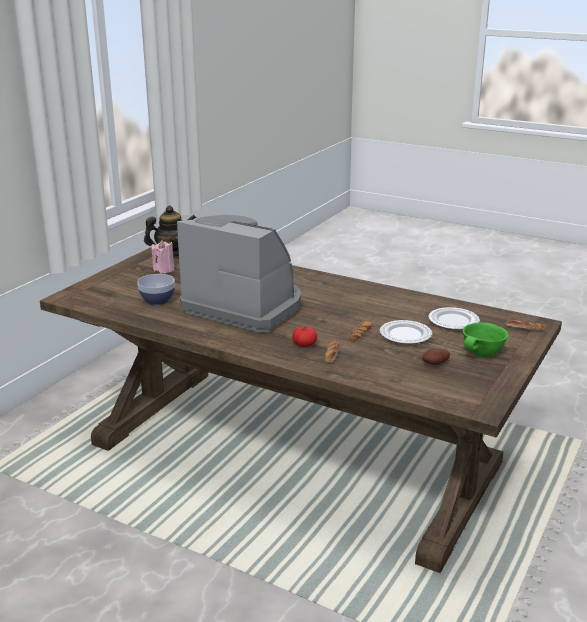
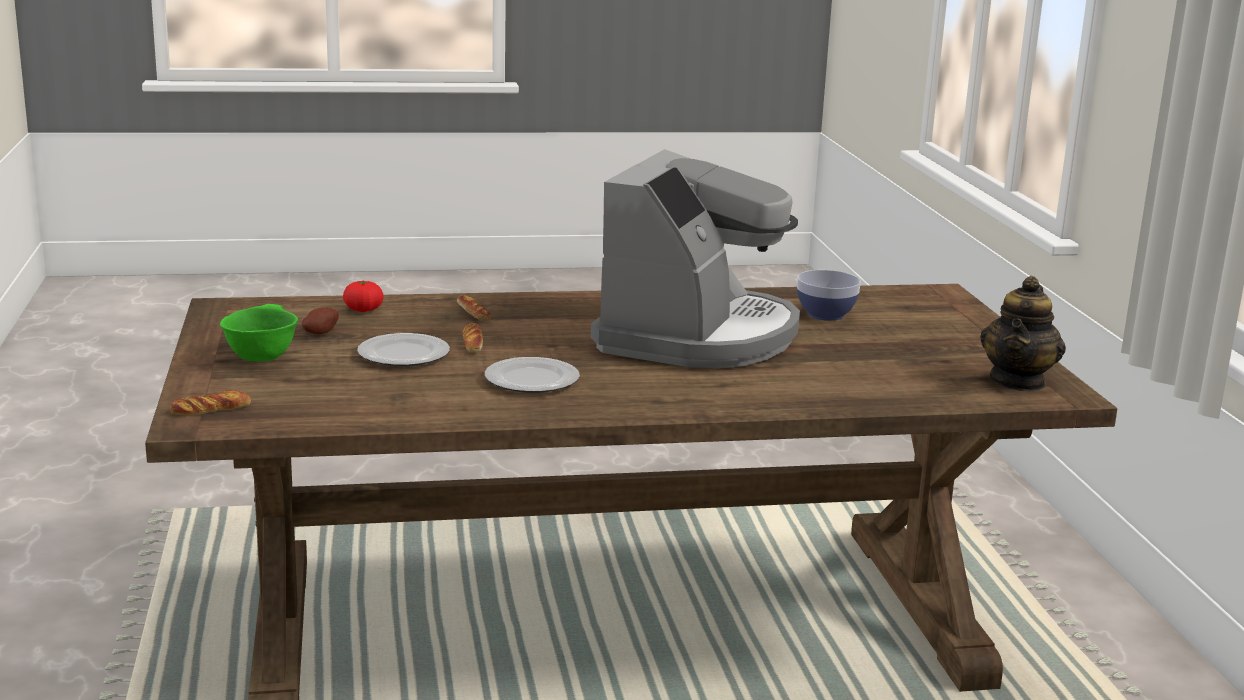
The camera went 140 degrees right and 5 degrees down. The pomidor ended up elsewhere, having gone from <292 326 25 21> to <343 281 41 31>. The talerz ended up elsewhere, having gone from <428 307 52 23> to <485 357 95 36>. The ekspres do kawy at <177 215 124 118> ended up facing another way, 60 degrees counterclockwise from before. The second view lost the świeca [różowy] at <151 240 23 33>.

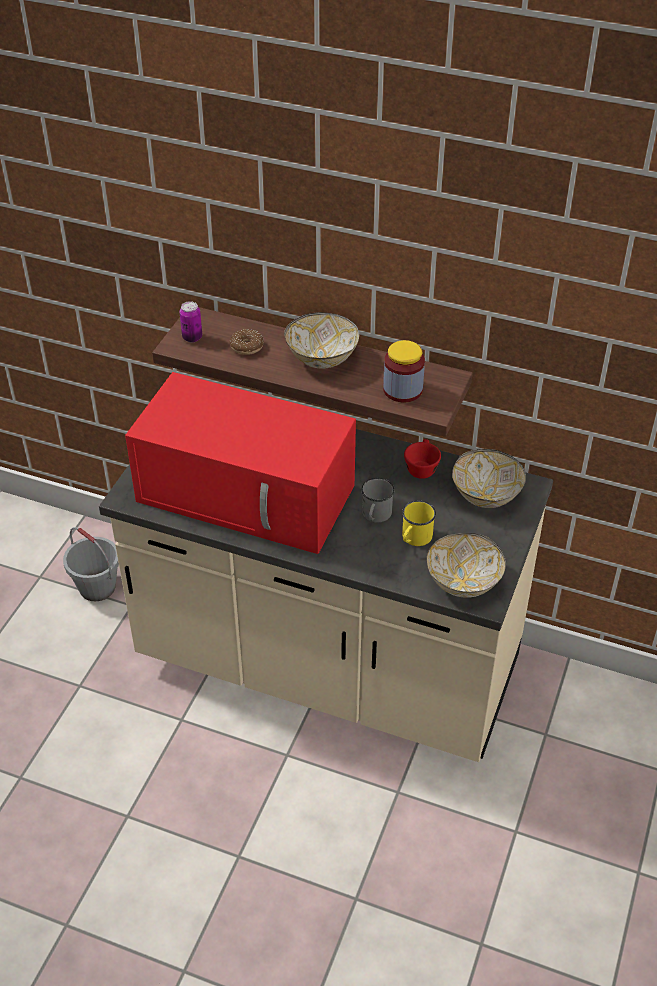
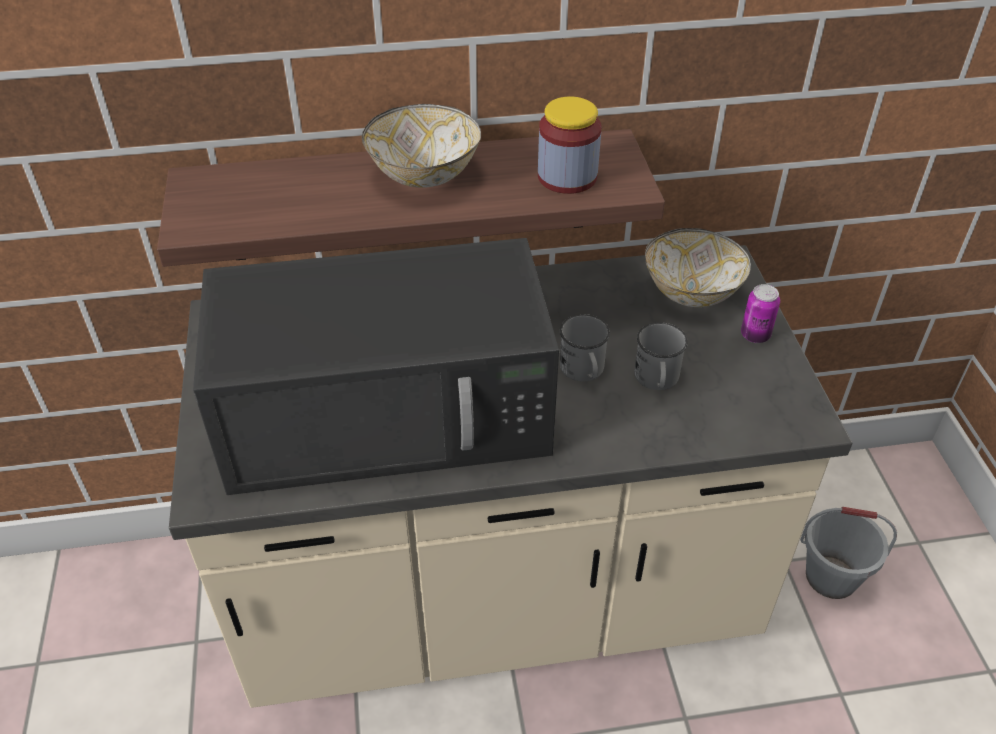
The camera went 30 degrees left and 0 degrees up. What was the mikrofalówka [czerwony] at <125 372 231 182> turned into the mikrofalówka [czarny] at <193 238 366 257>. What was the kubek [żółty] at <402 501 34 45> turned into the kubek [szary] at <634 322 54 68>. The puszka ended up elsewhere, having gone from <180 301 22 41> to <741 284 39 59>. The wiadro [szary] ended up elsewhere, having gone from <63 527 56 74> to <800 507 97 92>. The second view lost the donut at <230 329 34 26>. The second view lost the filiżanka [czerwony] at <404 439 37 40>. The second view lost the miska at <427 533 79 65>.

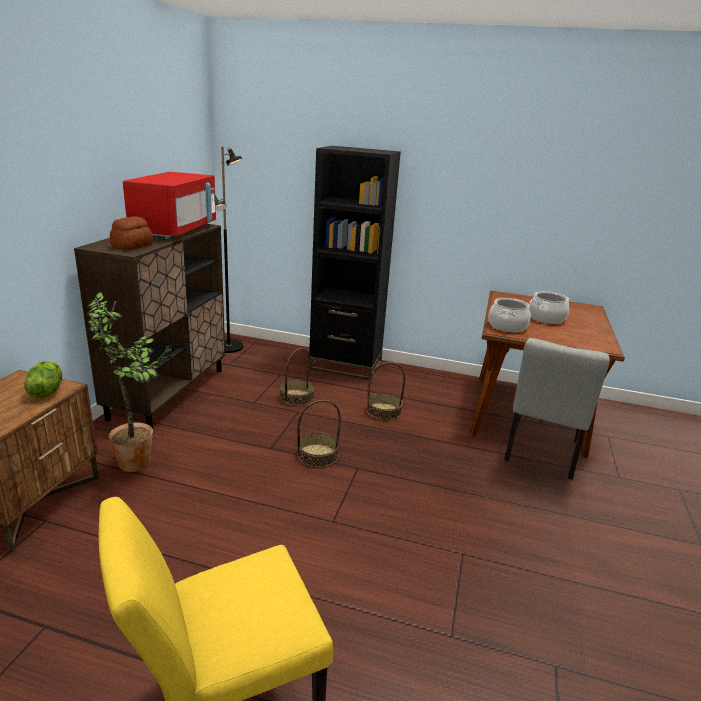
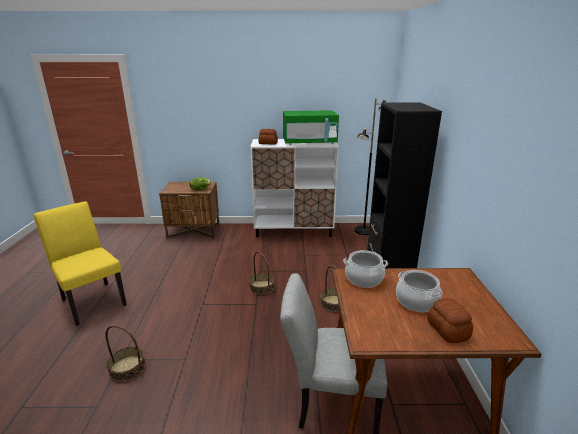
The camera went 75 degrees right and 0 degrees up. The koszyk ended up elsewhere, having gone from <280 348 34 58> to <105 325 41 57>. What was the szafka [brązowy] at <74 224 151 205> turned into the szafka [biały] at <250 139 89 98>. What was the mikrofalówka [czerwony] at <123 172 93 67> turned into the mikrofalówka [zielony] at <283 111 56 34>. The second view gained the chleb at <427 298 46 45>. The second view lost the roślina doniczkowa at <85 291 92 181>.

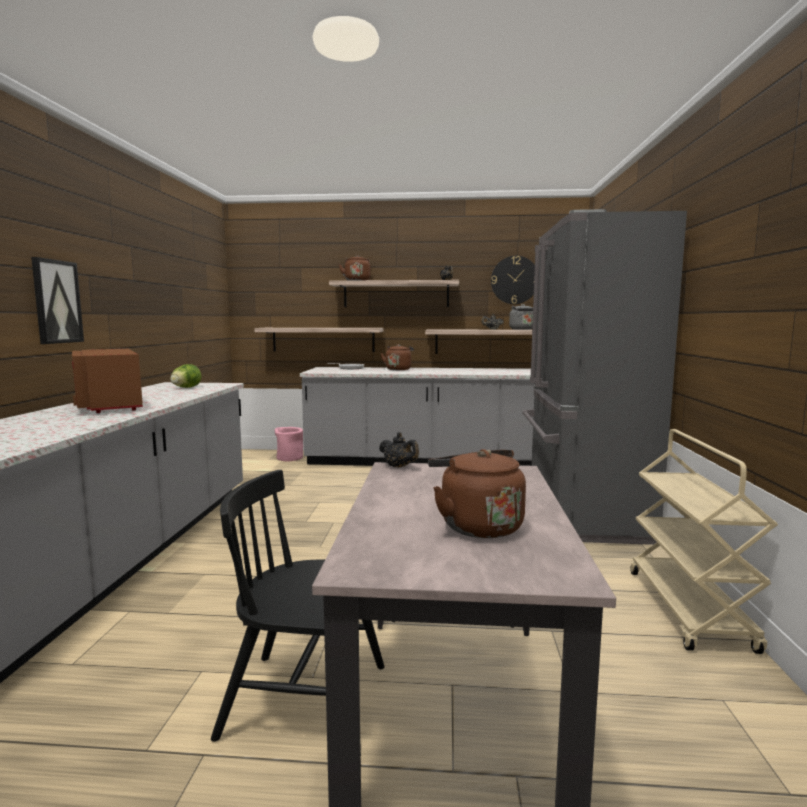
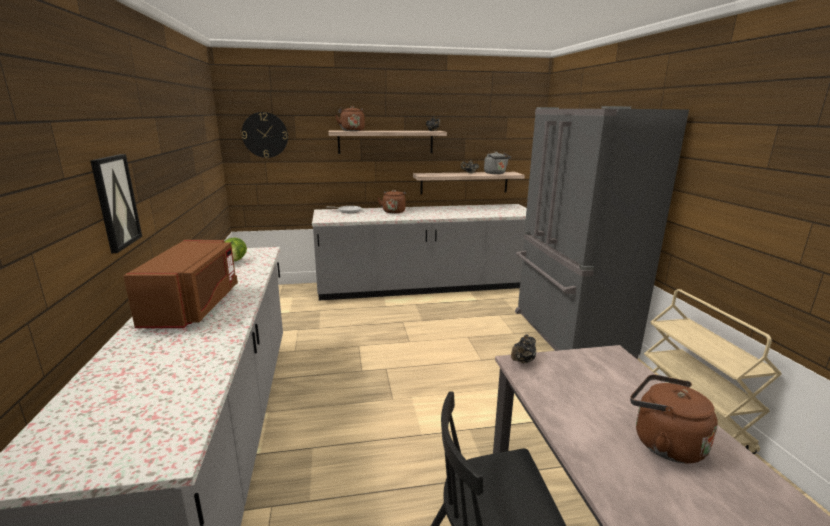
The camera went 15 degrees left and 10 degrees up. The mikrofalówka [brązowy] at <72 349 71 64> ended up facing another way, 135 degrees counterclockwise from before. The zegar ścienny ended up elsewhere, having gone from <491 256 44 48> to <242 112 46 46>. The imbryk [czarny] at <379 432 40 36> ended up facing another way, 105 degrees clockwise from before. The second view lost the półka at <254 328 129 24>. The second view lost the donica [różowy] at <274 427 29 35>.

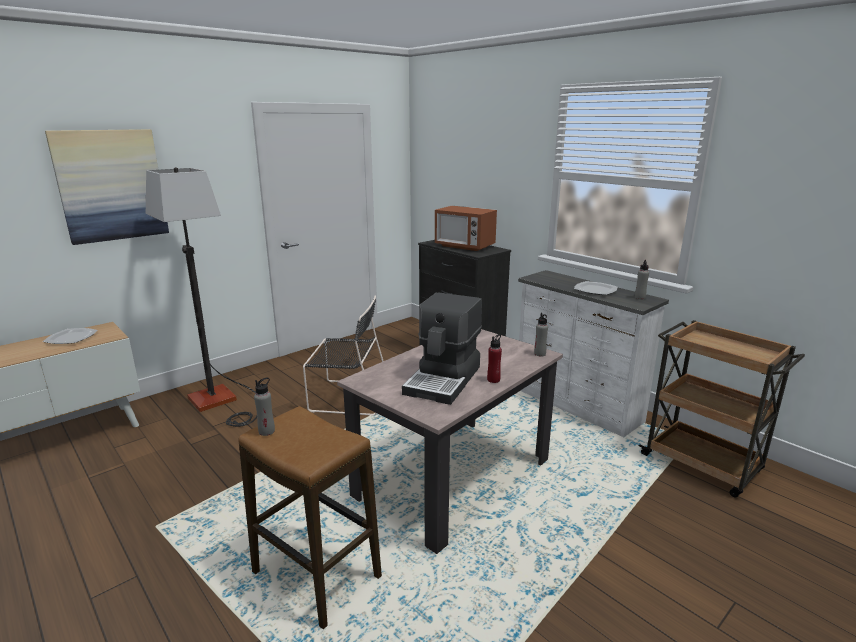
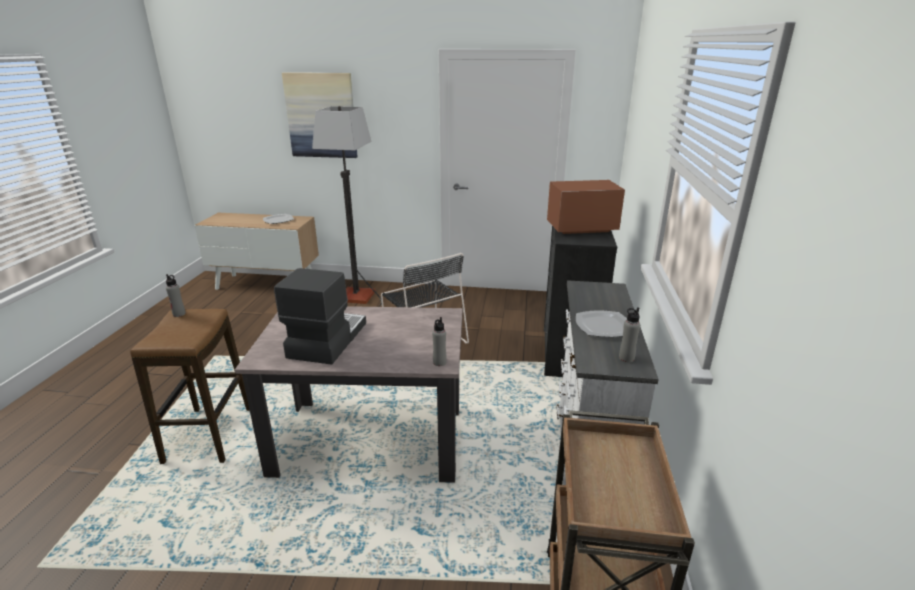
The camera went 50 degrees right and 5 degrees up. The ekspres do kawy at <402 292 80 113> ended up facing another way, 120 degrees clockwise from before. The mikrofalówka at <435 206 62 45> ended up facing another way, 90 degrees clockwise from before. The second view lost the butelka [czerwony] at <487 334 15 49>.

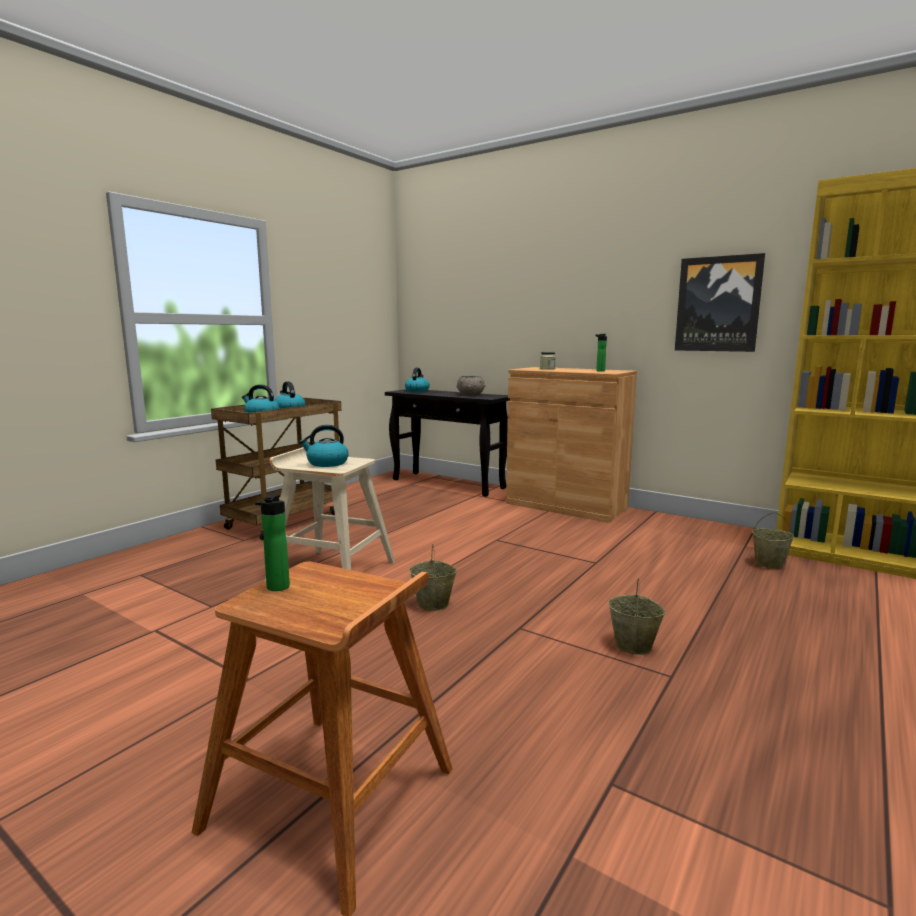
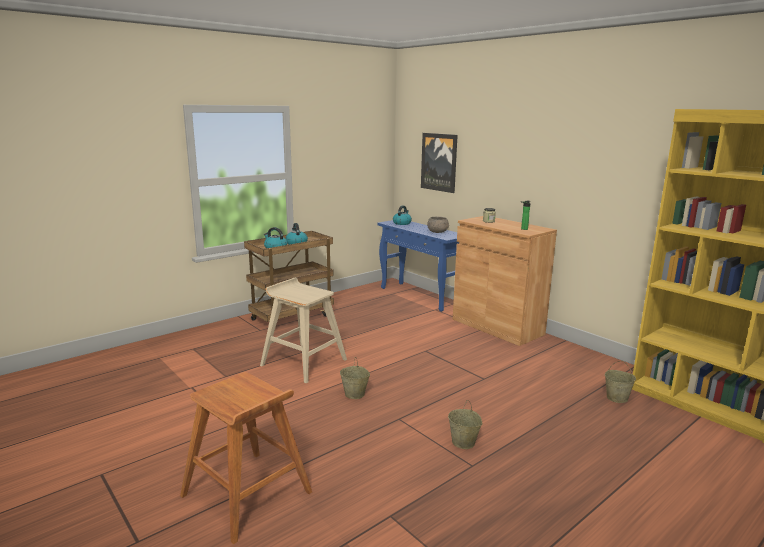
The camera went 15 degrees right and 5 degrees up. What was the stolik konsolowy [czarny] at <385 389 125 108> turned into the stolik konsolowy [niebieski] at <377 220 82 92>. The obraz ended up elsewhere, having gone from <675 253 90 99> to <421 133 37 60>. The second view lost the butelka at <255 492 35 99>. The second view lost the czajnik at <299 425 50 42>.

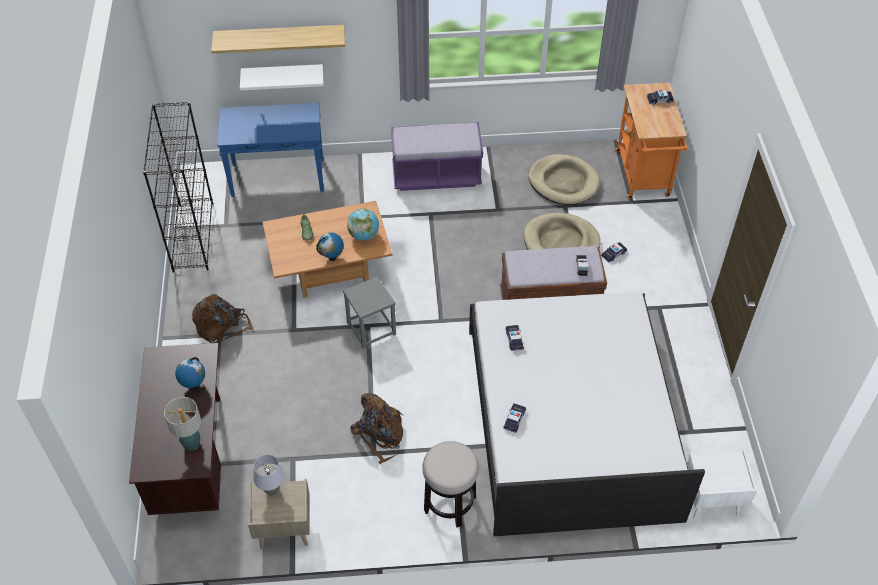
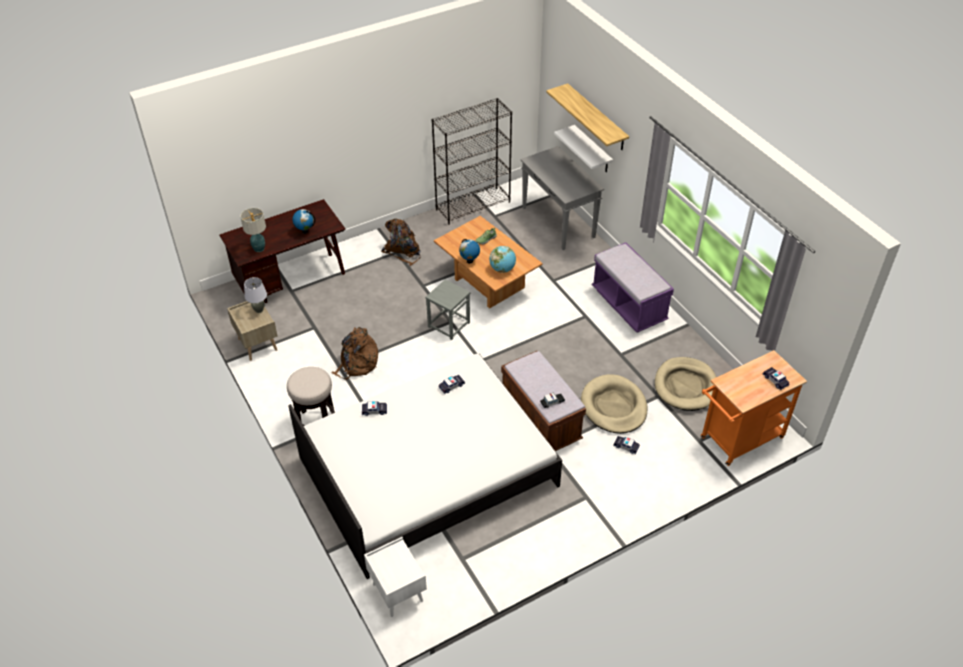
The camera went 65 degrees right and 5 degrees down. What was the stolik konsolowy [niebieski] at <217 103 107 94> turned into the stolik konsolowy [szary] at <520 146 84 104>.

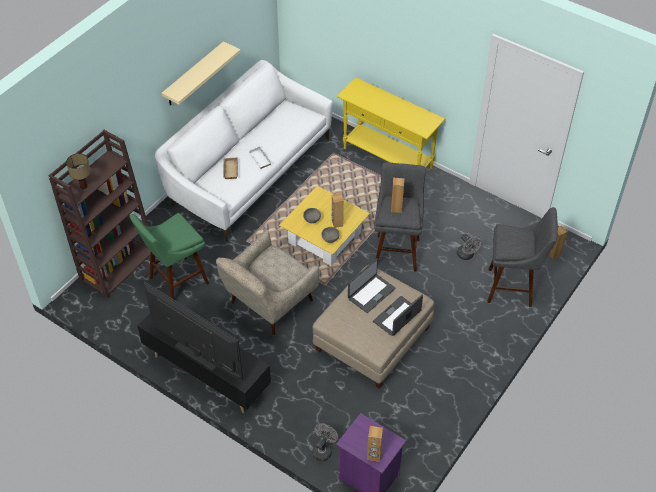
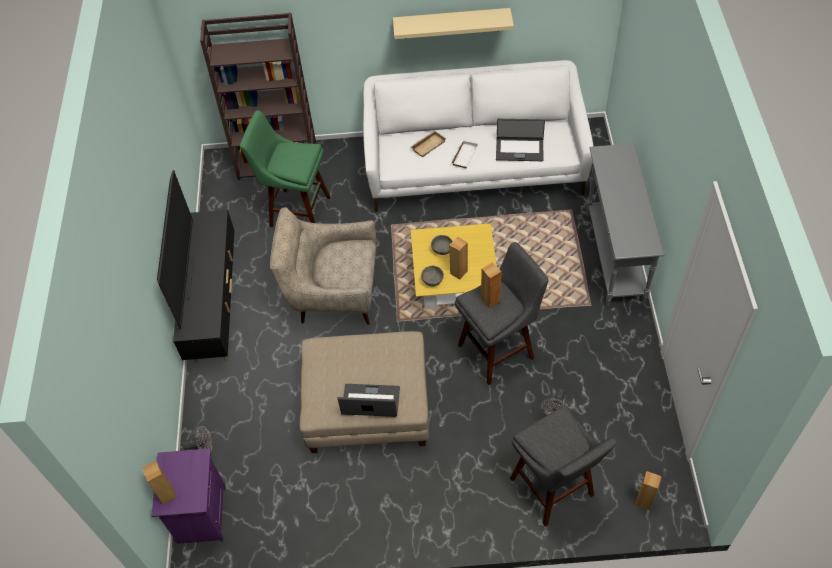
The camera went 55 degrees right and 5 degrees up. The laptop ended up elsewhere, having gone from <348 258 47 55> to <496 119 49 42>. What was the stolik konsolowy [żółty] at <337 78 108 91> turned into the stolik konsolowy [szary] at <586 143 78 164>. The second view lost the lampa stołowa at <66 153 25 36>.

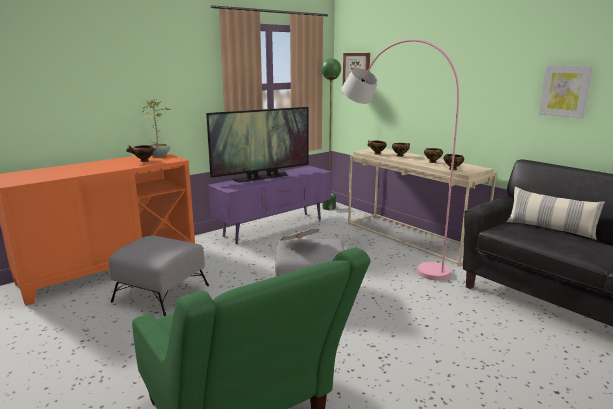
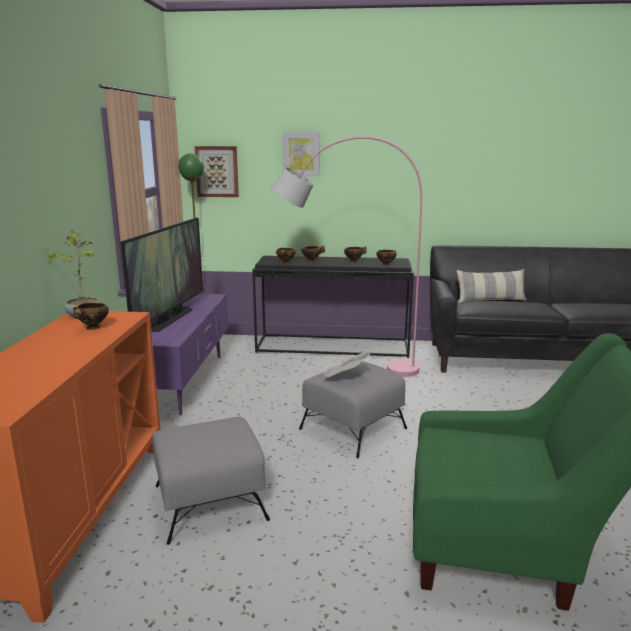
The camera went 45 degrees left and 0 degrees up. What was the stolik konsolowy [beżowy] at <348 148 148 119> turned into the stolik konsolowy [czarny] at <252 256 162 102>. The obraz ended up elsewhere, having gone from <539 65 55 54> to <282 132 38 44>.

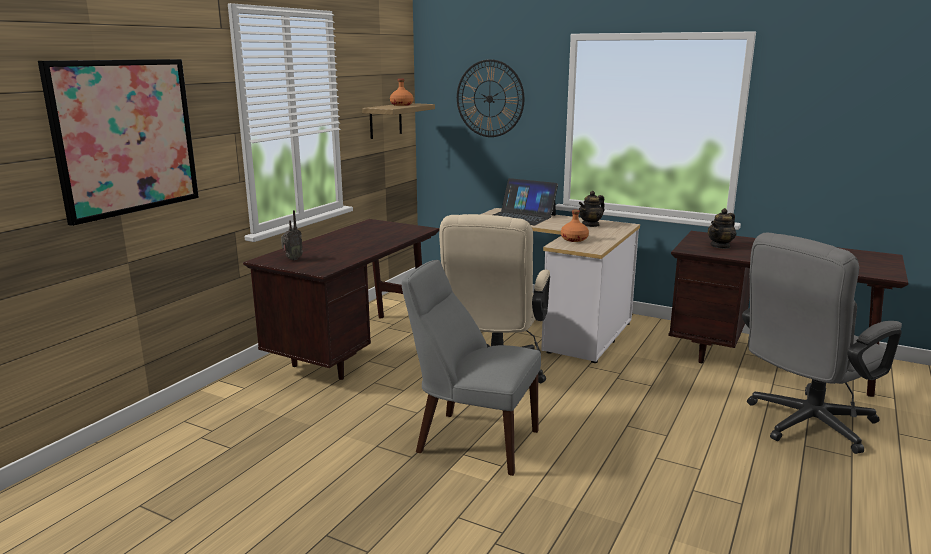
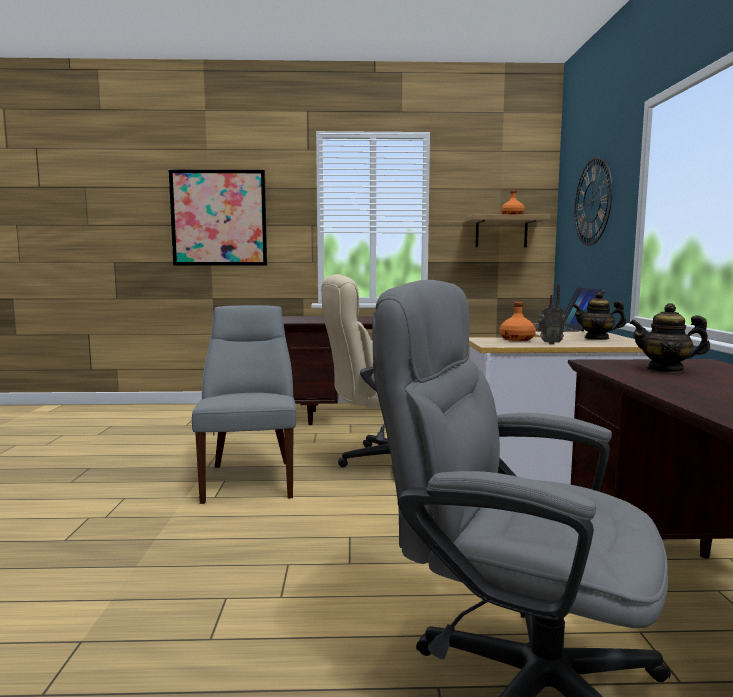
The camera went 60 degrees right and 10 degrees down. The radio ended up elsewhere, having gone from <281 210 22 50> to <538 284 27 61>.

